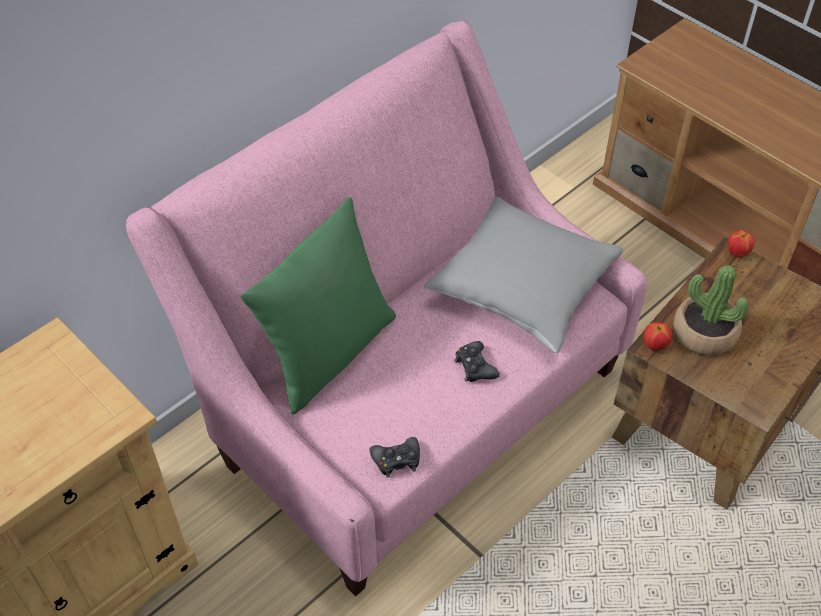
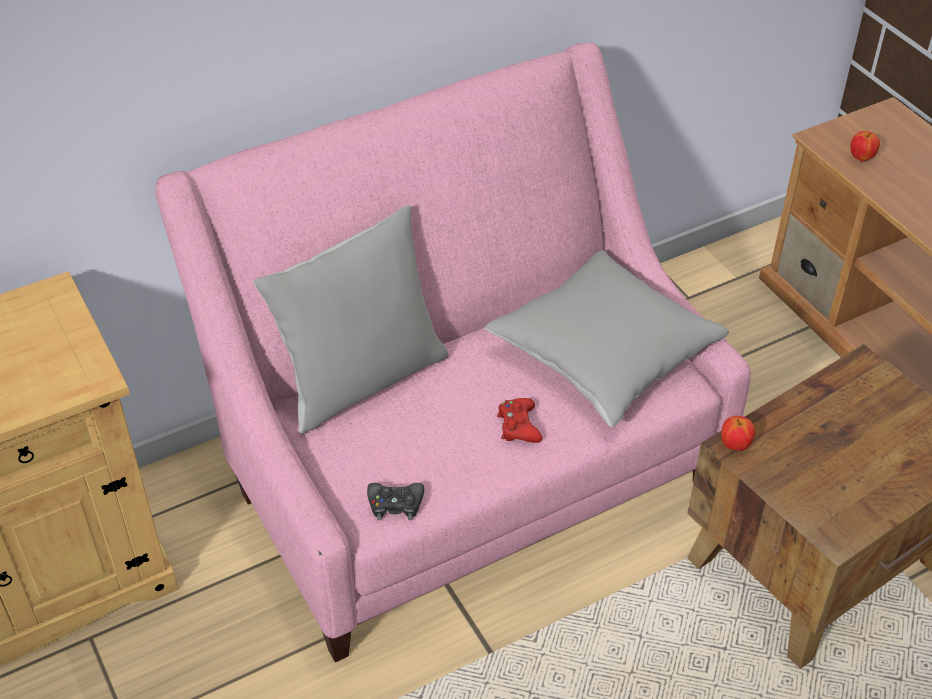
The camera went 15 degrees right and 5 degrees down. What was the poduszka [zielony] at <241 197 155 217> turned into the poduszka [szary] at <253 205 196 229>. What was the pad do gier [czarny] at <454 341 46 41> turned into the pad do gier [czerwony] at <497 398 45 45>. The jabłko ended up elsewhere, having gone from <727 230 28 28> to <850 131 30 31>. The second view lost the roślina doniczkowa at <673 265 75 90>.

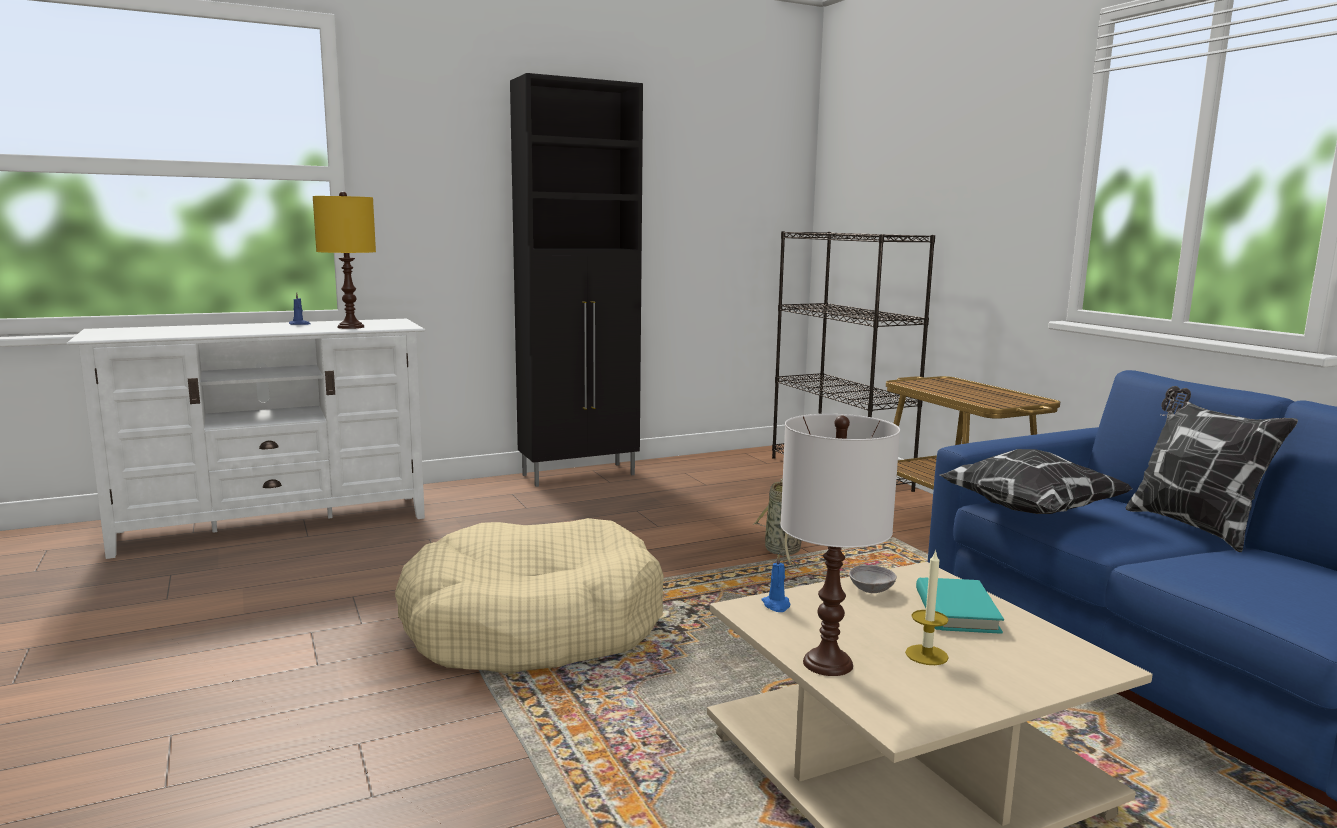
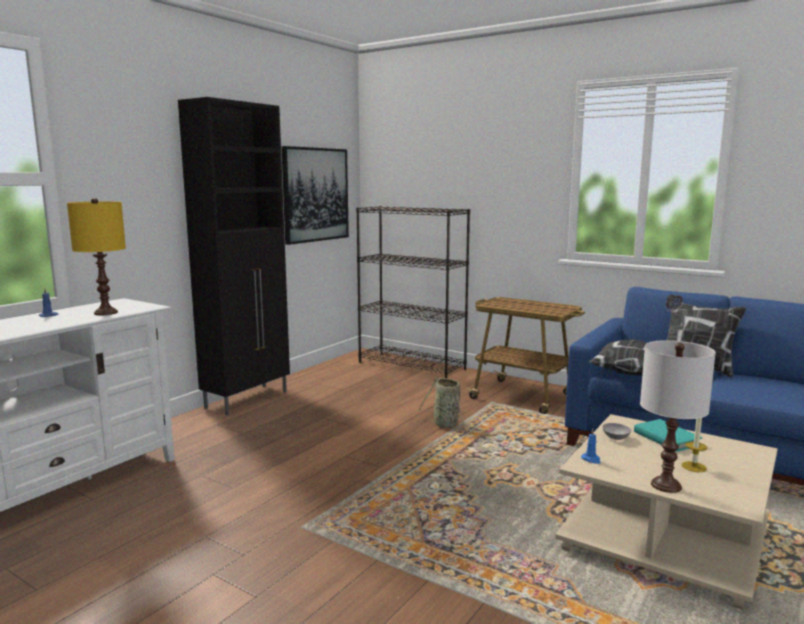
The camera went 30 degrees left and 0 degrees up. The second view gained the obraz at <281 146 68 99>. The second view lost the legowisko [beżowy] at <395 518 269 156>.

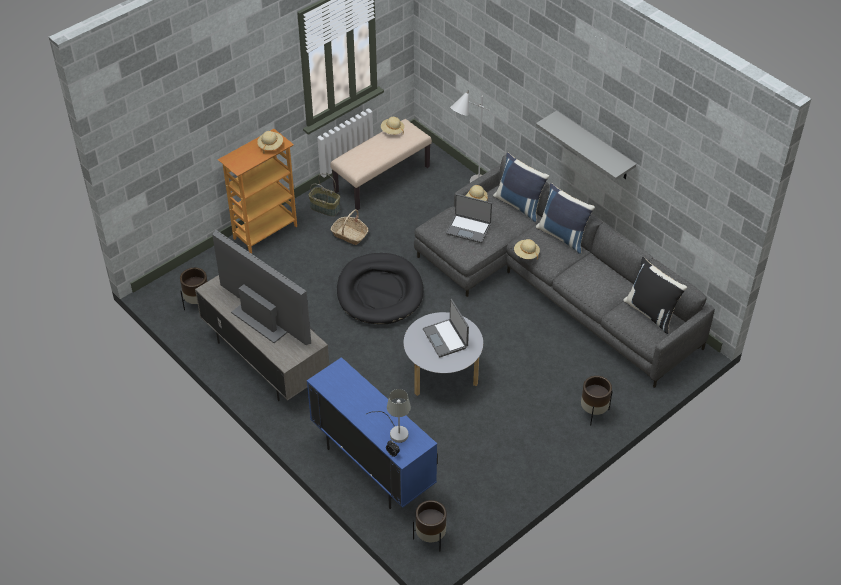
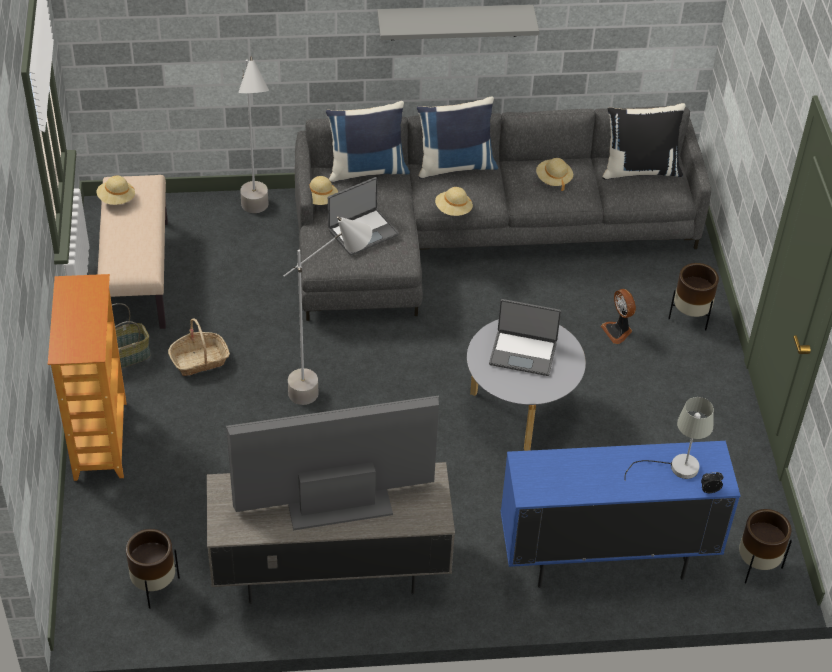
The camera went 55 degrees left and 0 degrees up. Where the legowisko [czarny] stood at <337 253 87 71>, the lampa stojąca [szary] came to stand at <284 217 88 188>. The kapelusz [beżowy] ended up elsewhere, having gone from <257 131 26 22> to <536 158 37 33>. The second view gained the wentylator at <601 289 35 55>.

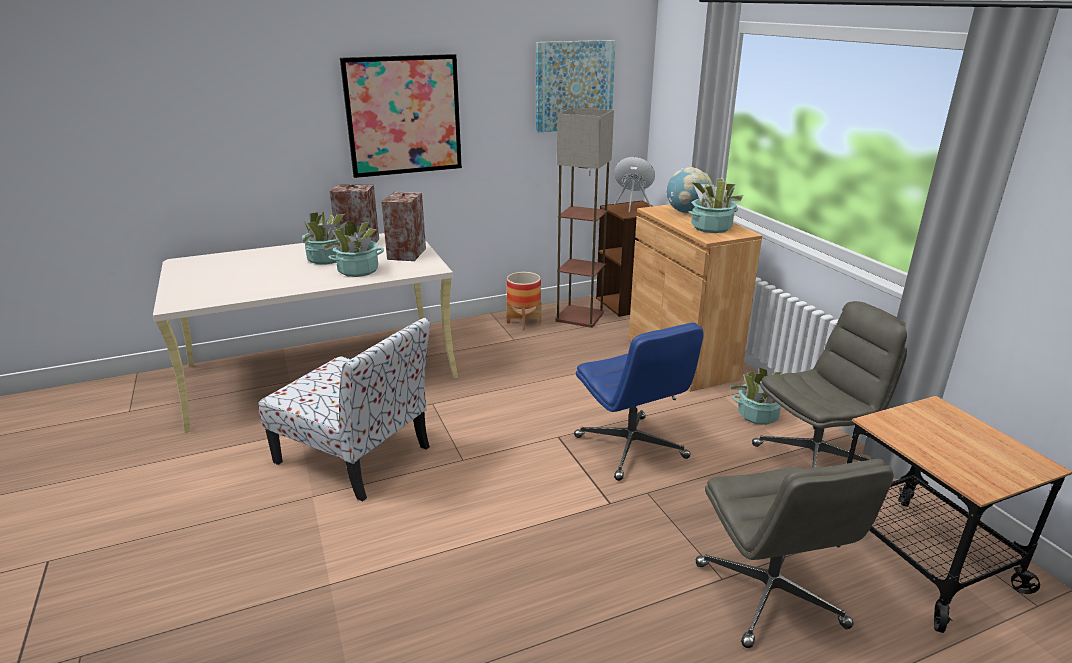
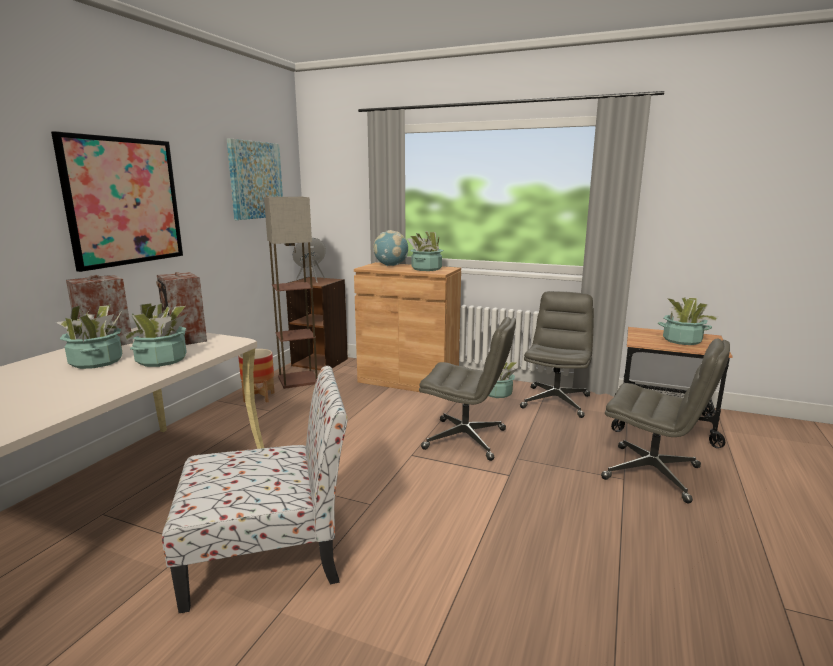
The camera went 45 degrees left and 10 degrees down. What was the krzesło biurowe [niebieski] at <574 322 130 159> turned into the krzesło biurowe [szary] at <419 317 97 144>. The second view gained the roślina doniczkowa at <658 297 60 48>.

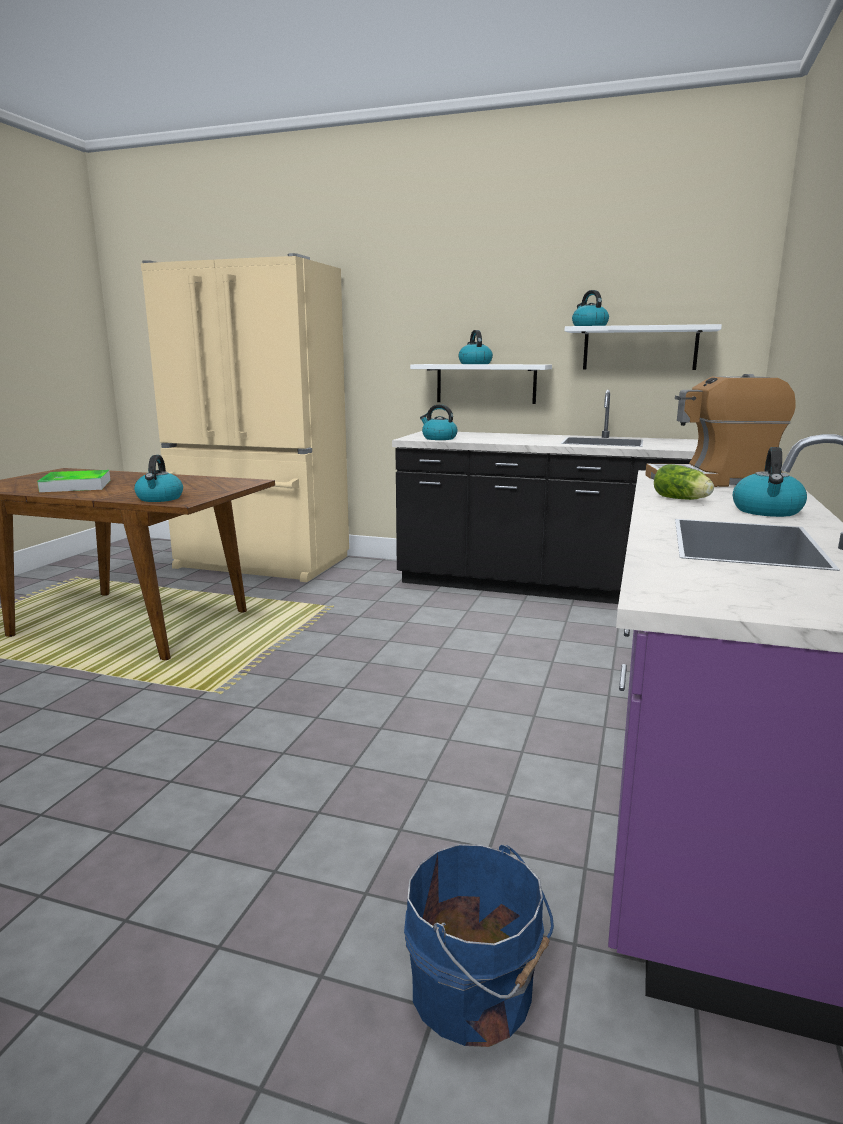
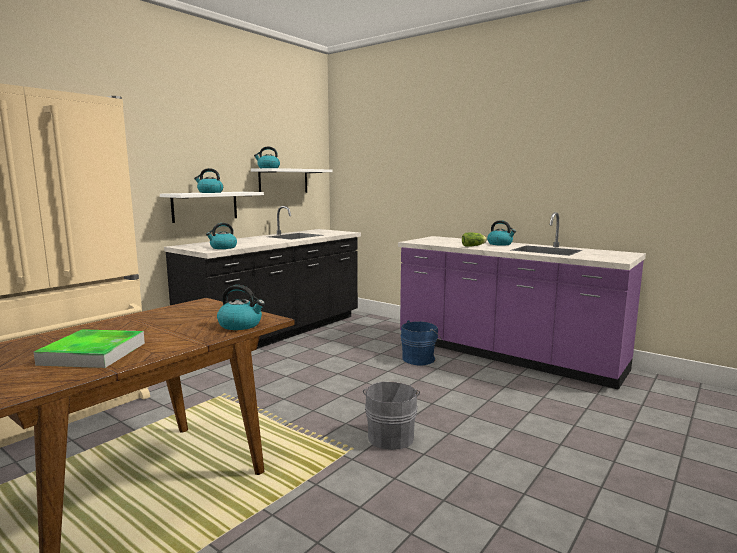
The camera went 70 degrees left and 5 degrees down. The second view gained the wiadro [szary] at <363 382 57 68>. The wiadro [niebieski] ended up elsewhere, having gone from <404 844 150 203> to <401 320 41 46>. The second view lost the ekspres do kawy at <645 374 151 113>.

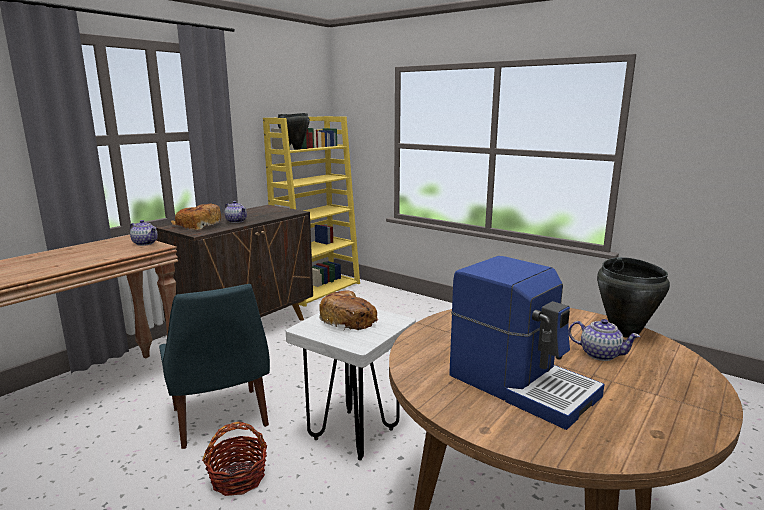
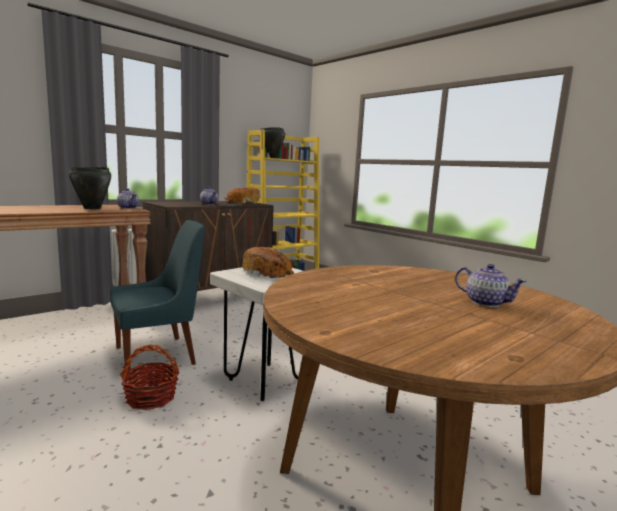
The camera went 10 degrees right and 5 degrees down. The garnek [czarny] ended up elsewhere, having gone from <597 257 73 81> to <69 167 42 42>. The krzesło [niebieski] at <159 284 111 165> ended up facing another way, 105 degrees counterclockwise from before. The chleb ended up elsewhere, having gone from <171 204 50 26> to <224 187 35 16>. The second view lost the ekspres do kawy at <449 256 155 174>.

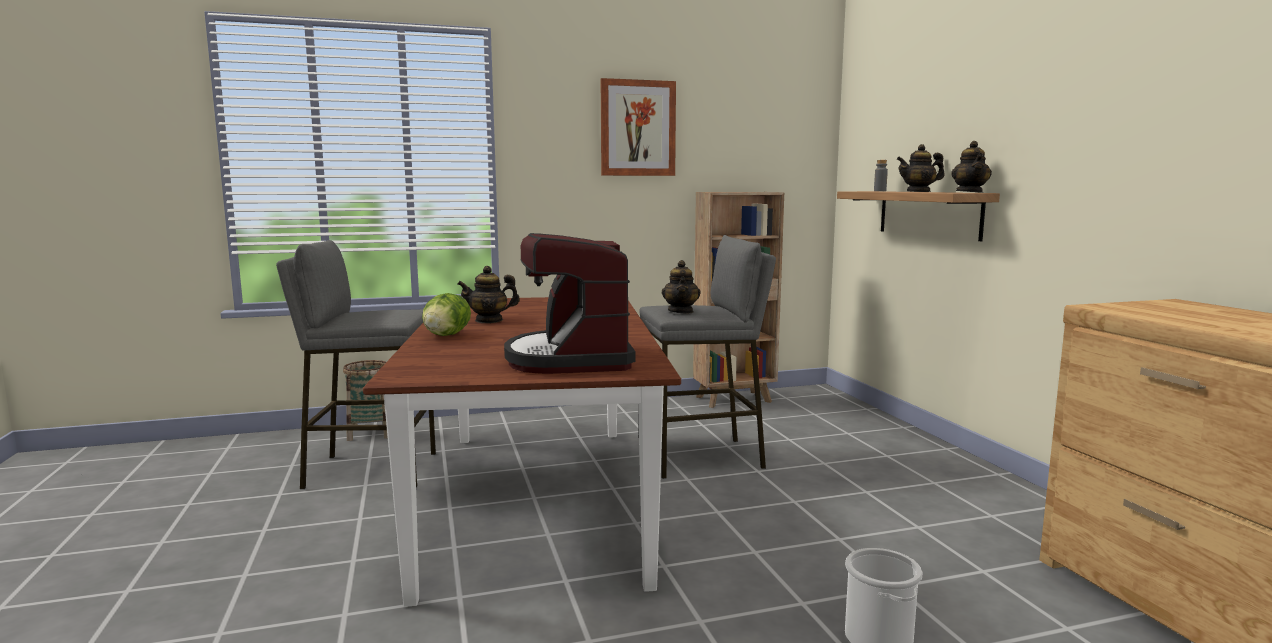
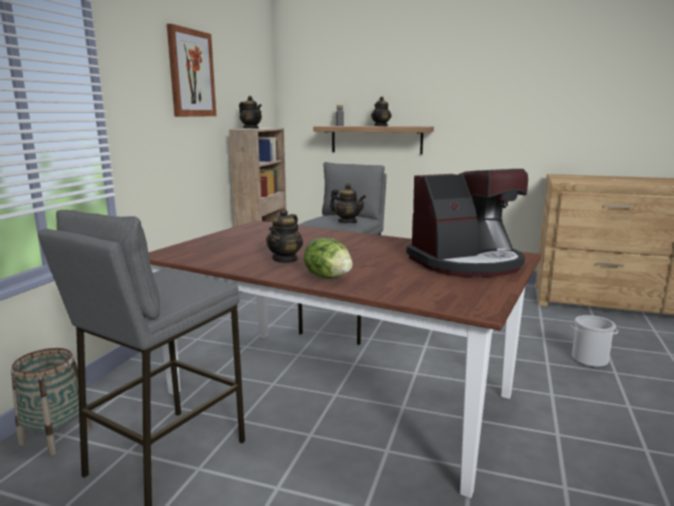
The camera went 55 degrees left and 5 degrees up. The imbryk ended up elsewhere, having gone from <951 141 41 52> to <239 96 23 33>. The ekspres do kawy at <504 233 132 141> ended up facing another way, 45 degrees counterclockwise from before.

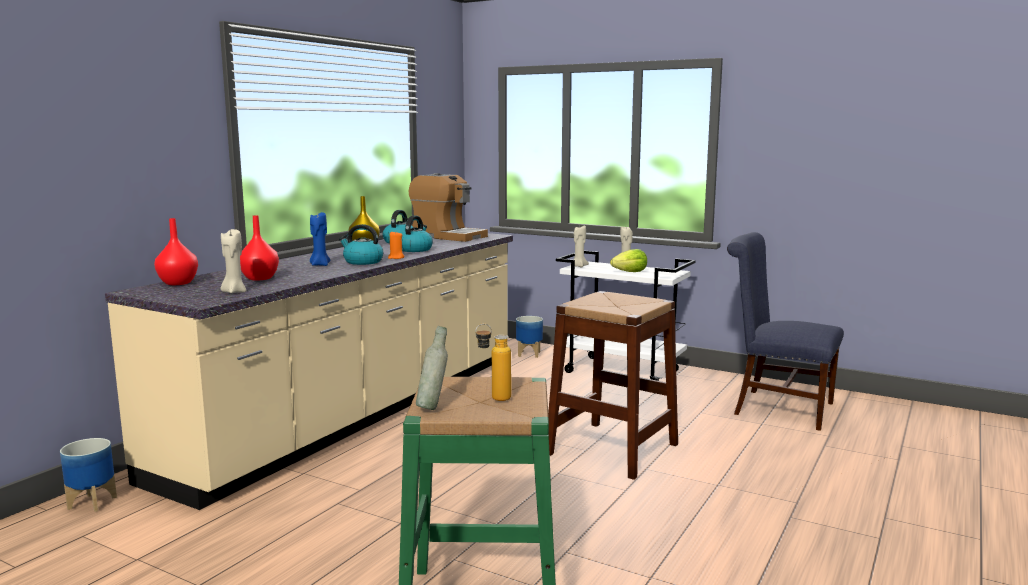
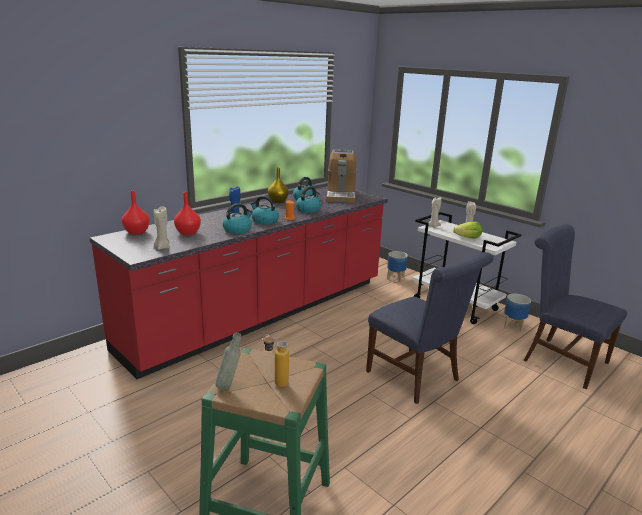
The camera went 15 degrees right and 10 degrees up. What was the zabudowa kuchenna [beżowy] at <105 233 408 277> turned into the zabudowa kuchenna [czerwony] at <90 188 298 191>. The second view gained the czajnik at <223 203 30 31>. The ekspres do kawy at <409 173 79 69> ended up facing another way, 45 degrees clockwise from before. Where the stołek [brązowy] stood at <548 291 130 189>, the krzesło [niebieski] came to stand at <366 252 128 152>. The donica ended up elsewhere, having gone from <60 438 57 74> to <504 294 27 37>.

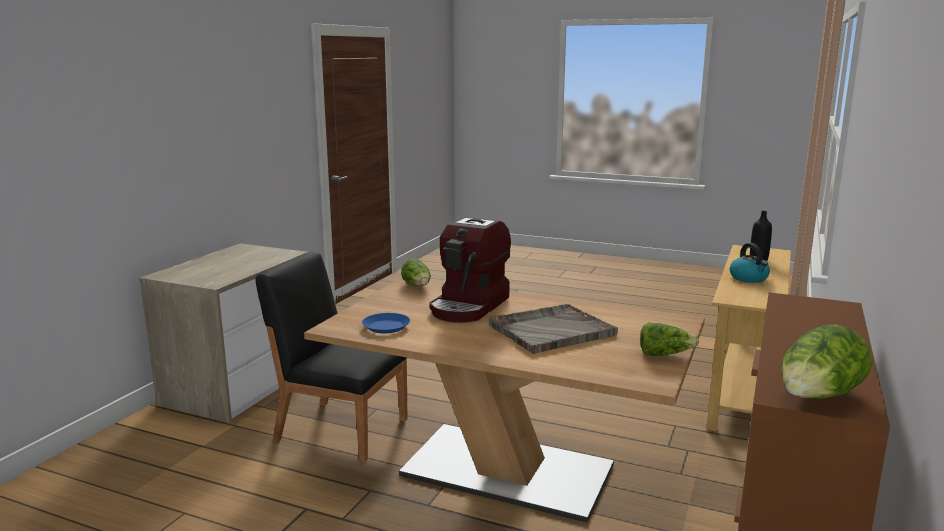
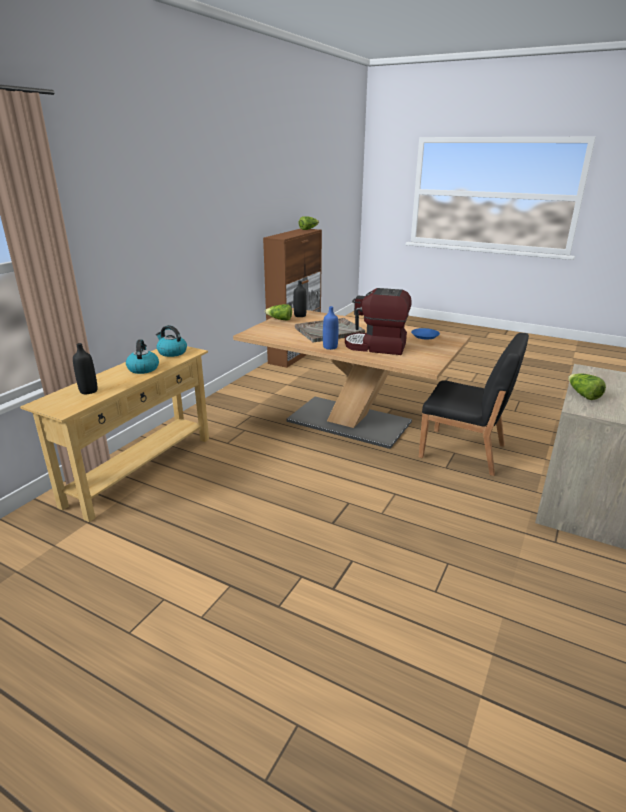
The camera went 175 degrees left and 10 degrees up. The second view gained the czajnik at <156 325 31 32>. The second view gained the butelka [czarny] at <294 280 13 37>. The second view gained the butelka [niebieski] at <323 306 16 44>. The ekspres do kawy at <429 217 82 105> ended up facing another way, 105 degrees counterclockwise from before. The sałata ended up elsewhere, having gone from <401 259 30 27> to <568 373 38 27>.

